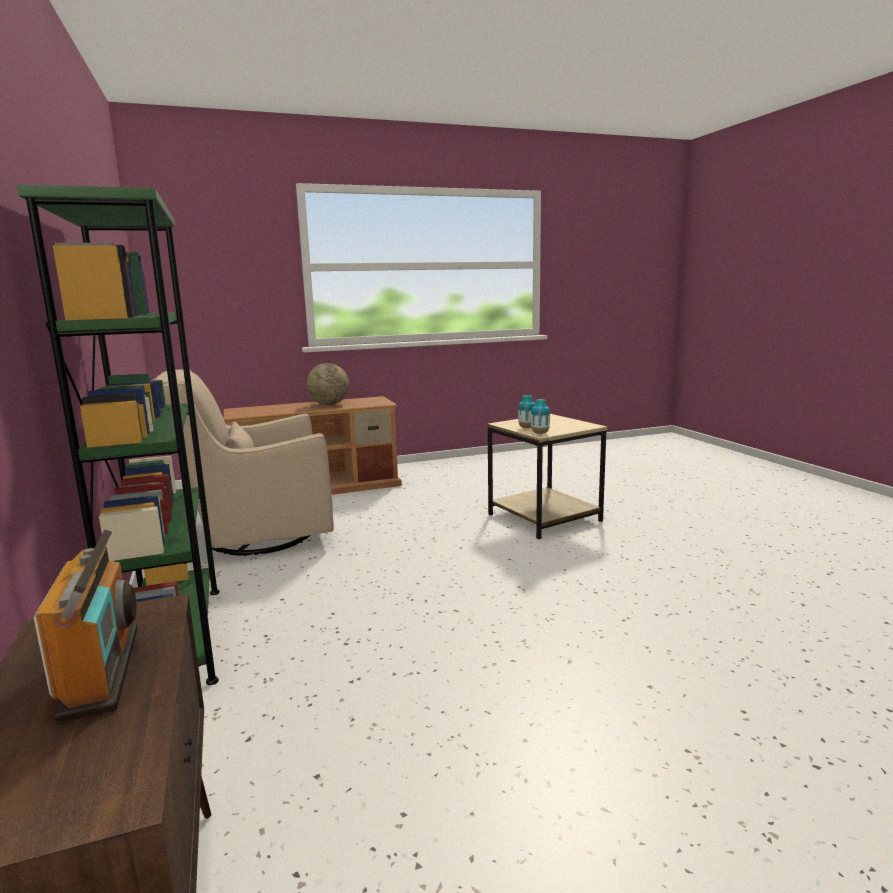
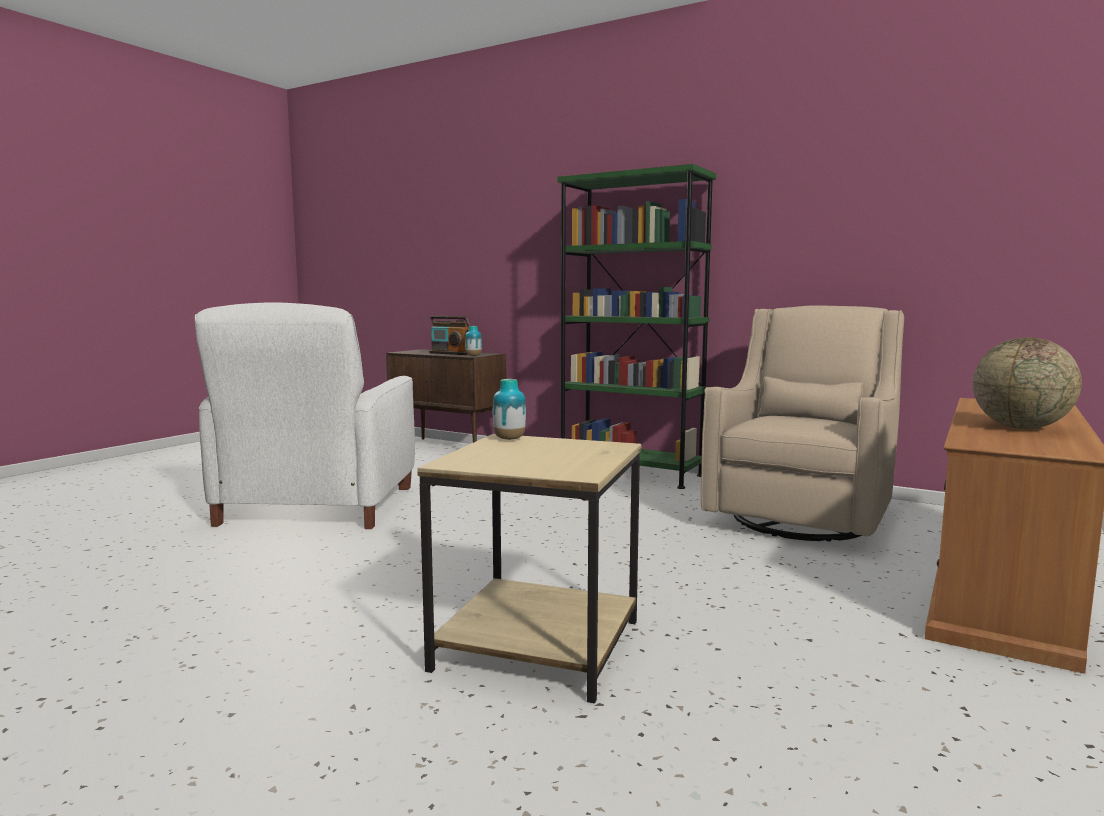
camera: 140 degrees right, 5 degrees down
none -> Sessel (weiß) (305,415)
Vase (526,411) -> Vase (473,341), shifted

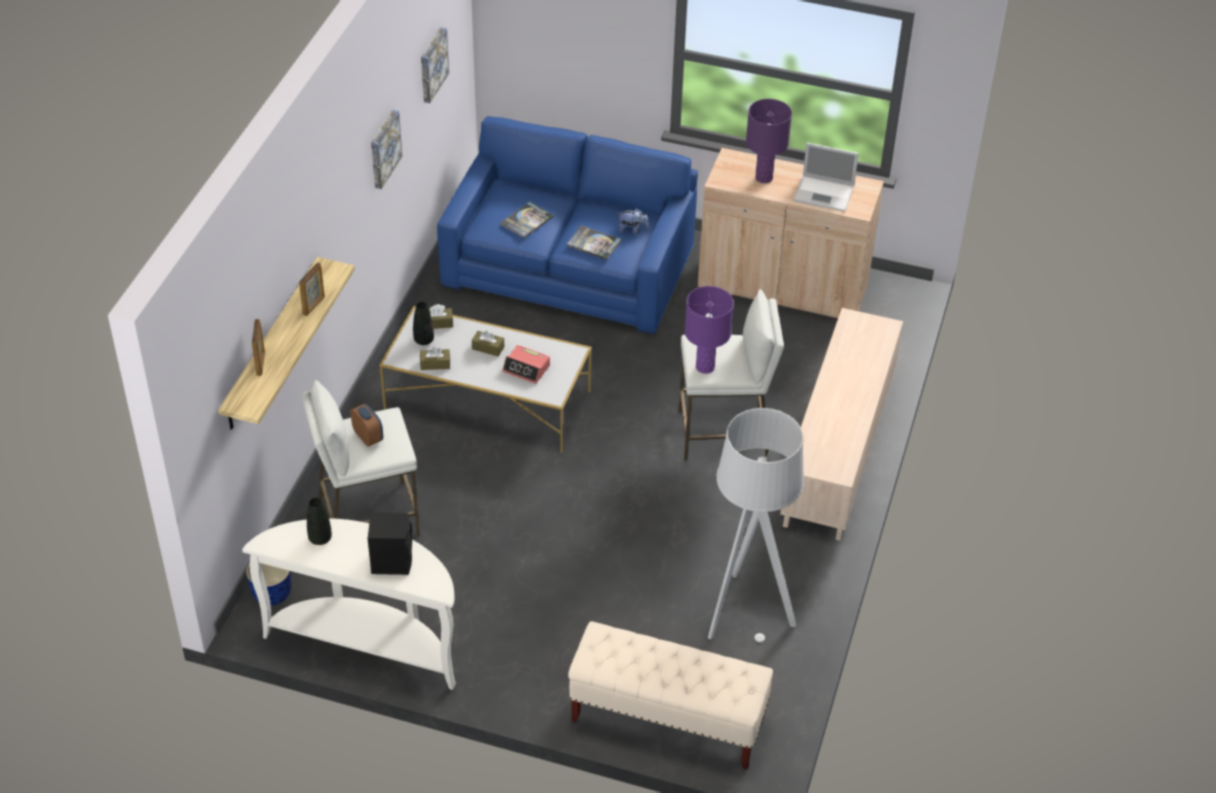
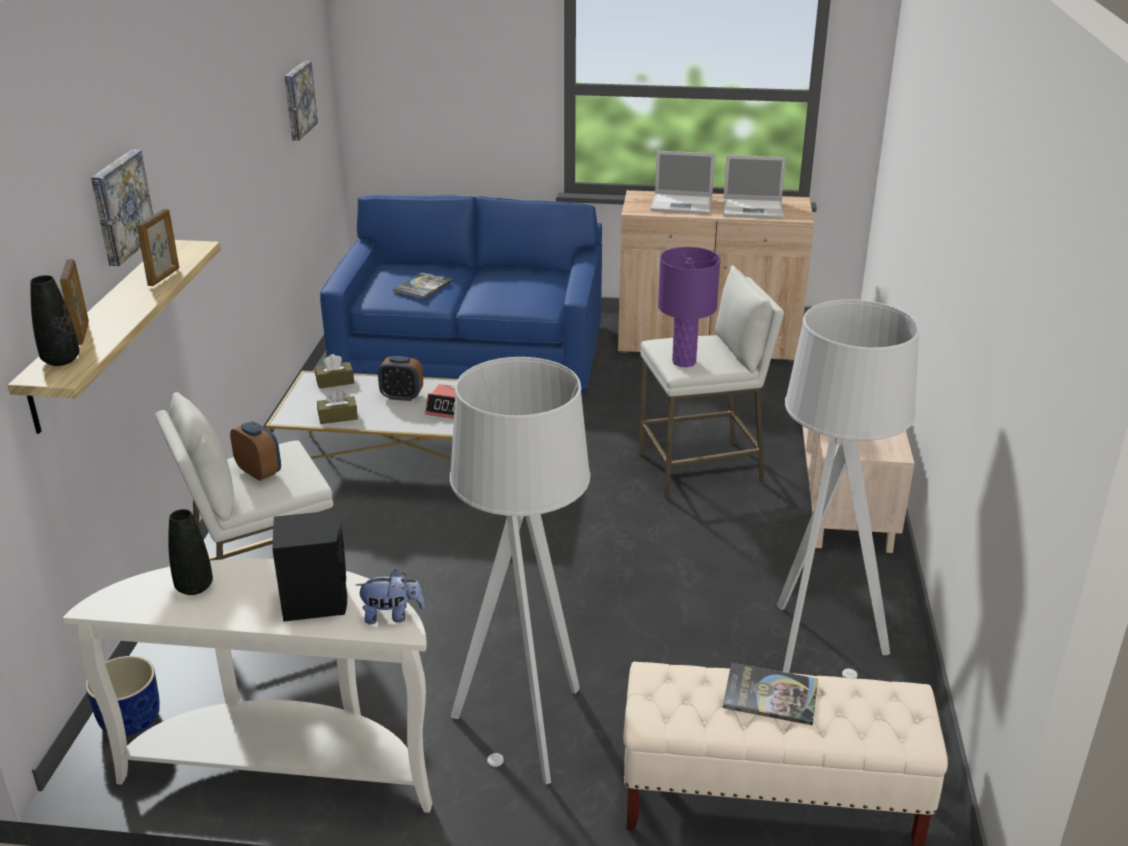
camera: 10 degrees left, 15 degrees down
Vase (schwarz) (423,323) -> Vase (schwarz) (54,320), shifted
Bild (386,149) -> Bild (122,207), shifted
Plüschtier (633,221) -> Plüschtier (390,597), shifted
Taschentuchbox (braun) (488,344) -> Wecker (400,378)
none -> Stehlampe (grau) (520,571)
Tischlampe (lila) (769,141) -> Laptop (682,182)
Buch (593,242) -> Buch (770,694), shifted

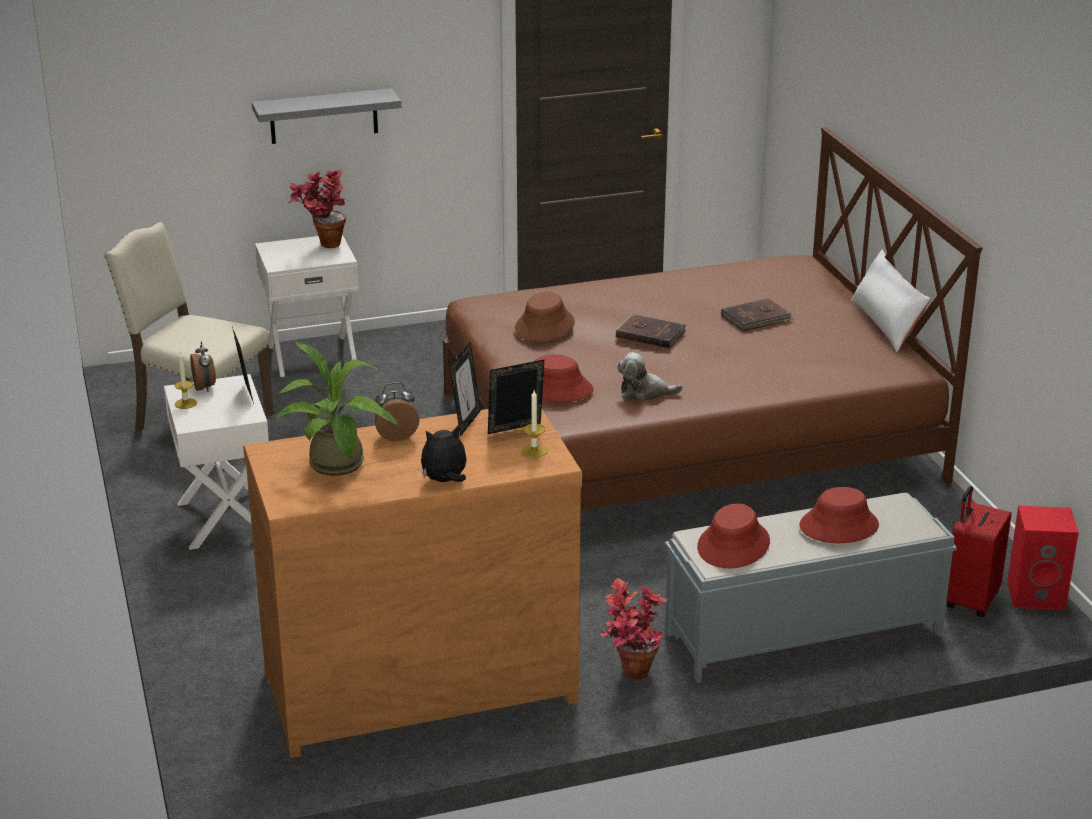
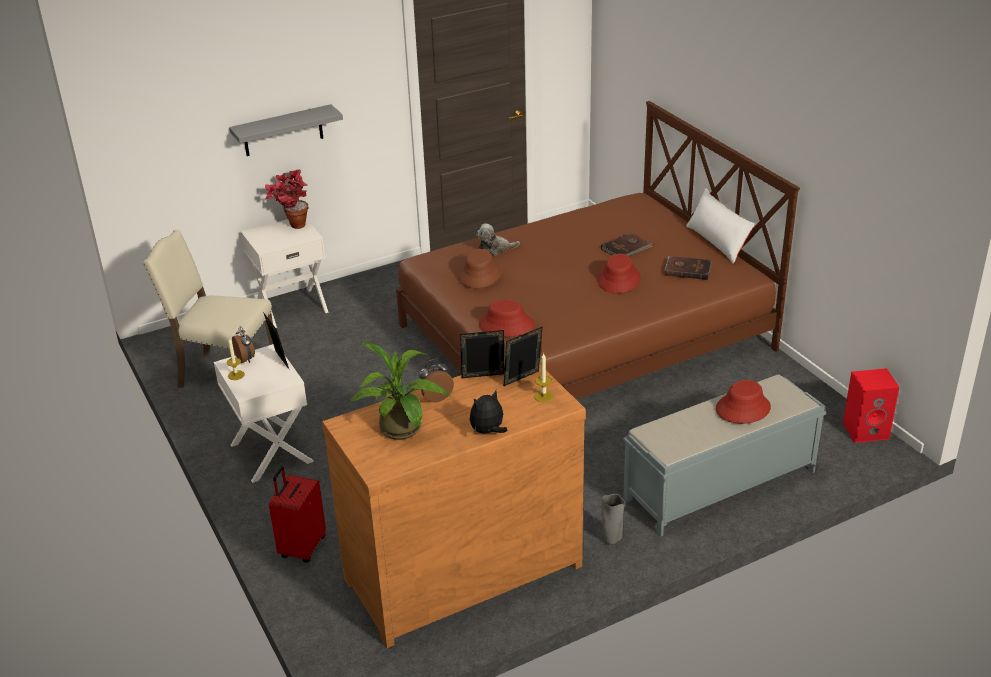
camera: 10 degrees left, 5 degrees up
Koffer (rot) (979,551) -> Koffer (rot) (297,514), shifted
Bilderrahmen (465,389) -> Bilderrahmen (482,354), 105 degrees counterclockwise
Plüschtier (650,377) -> Plüschtier (498,239), shifted
Hut (rot) (733,536) -> Hut (rot) (619,273), shifted
Topfpflanze (634,628) -> Vase (grau) (613,519)
Buch (braun) (651,331) -> Buch (braun) (688,268), shifted

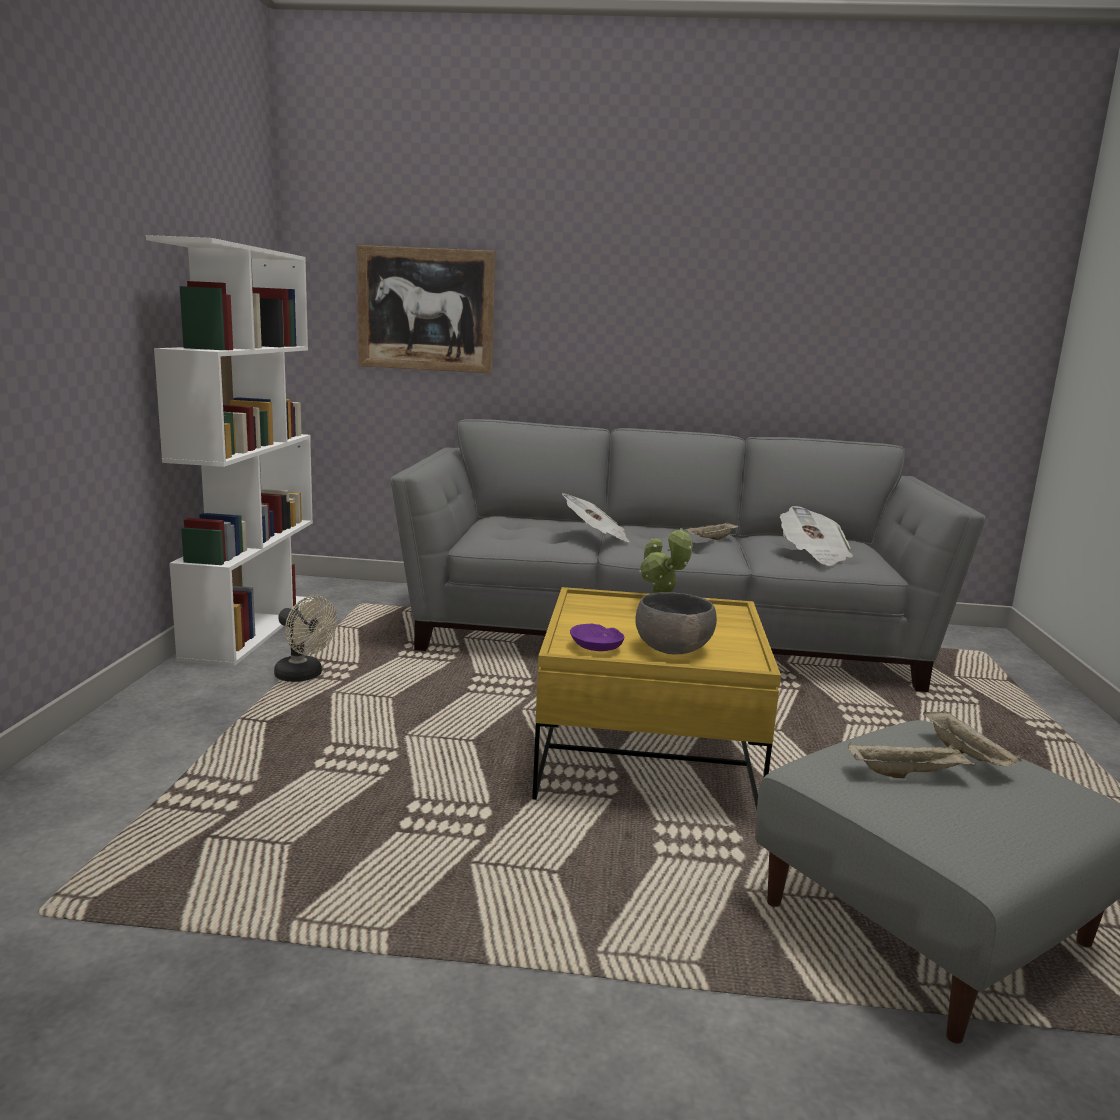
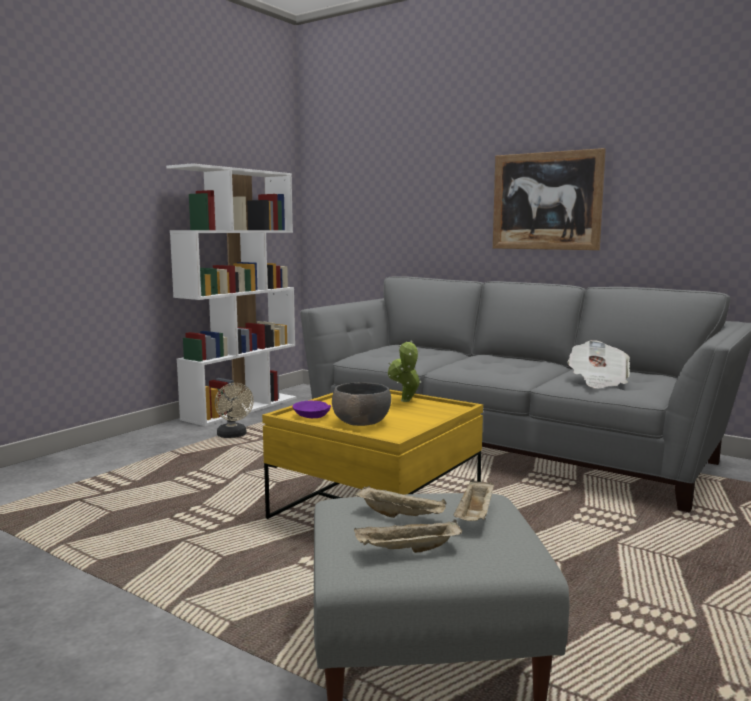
camera: 30 degrees right, 5 degrees down
Tablett (beige) (712,530) -> Tablett (beige) (408,536), shifted
Bild (426,309) -> Bild (549,199), shifted
Zeitung (595,517) -> none

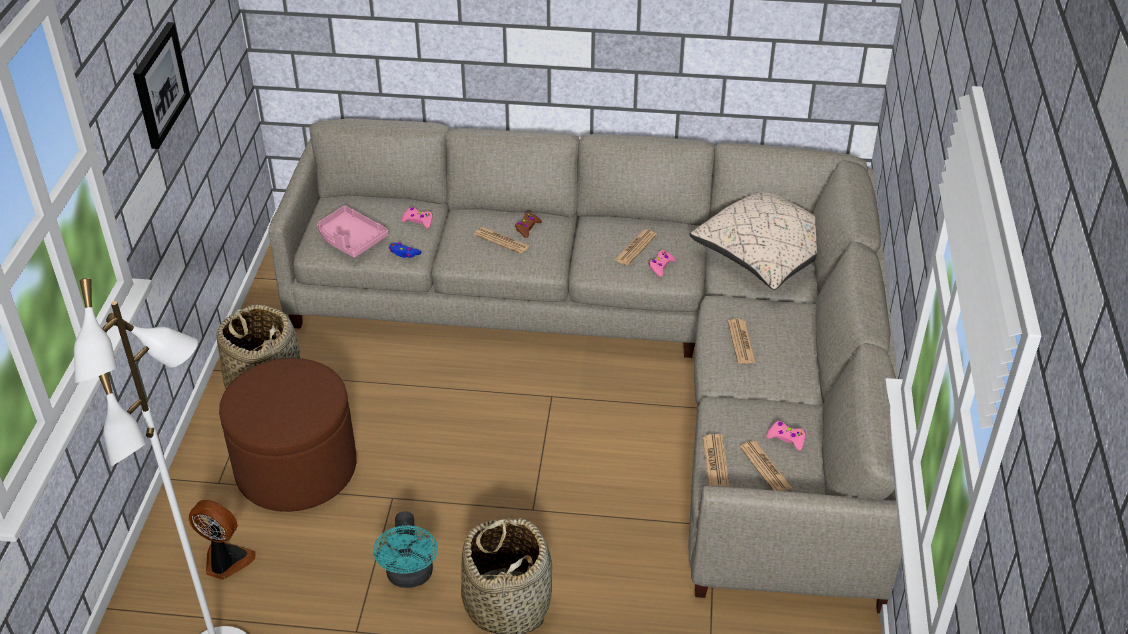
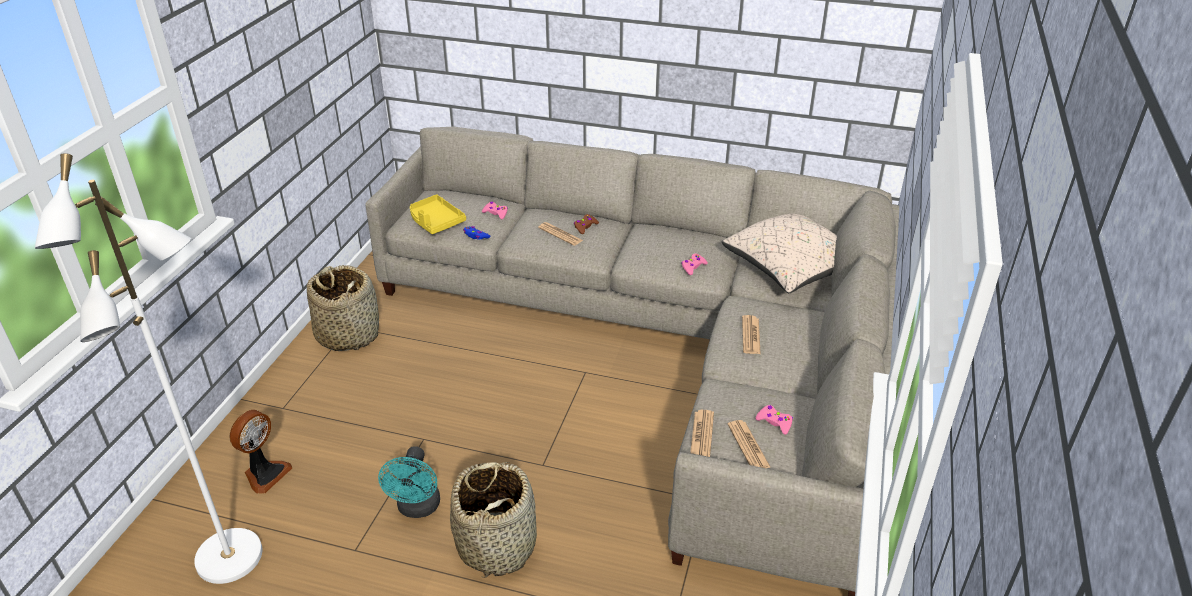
camera: 10 degrees right, 5 degrees down
Ventilator (222,540) -> Ventilator (260,452), 90 degrees clockwise
Tablett (rosa) (352,232) -> Tablett (gelb) (438,214)
Bild (161,85) -> none
Polsterhocker (braun) (287,435) -> none
Zeitung (635,247) -> none

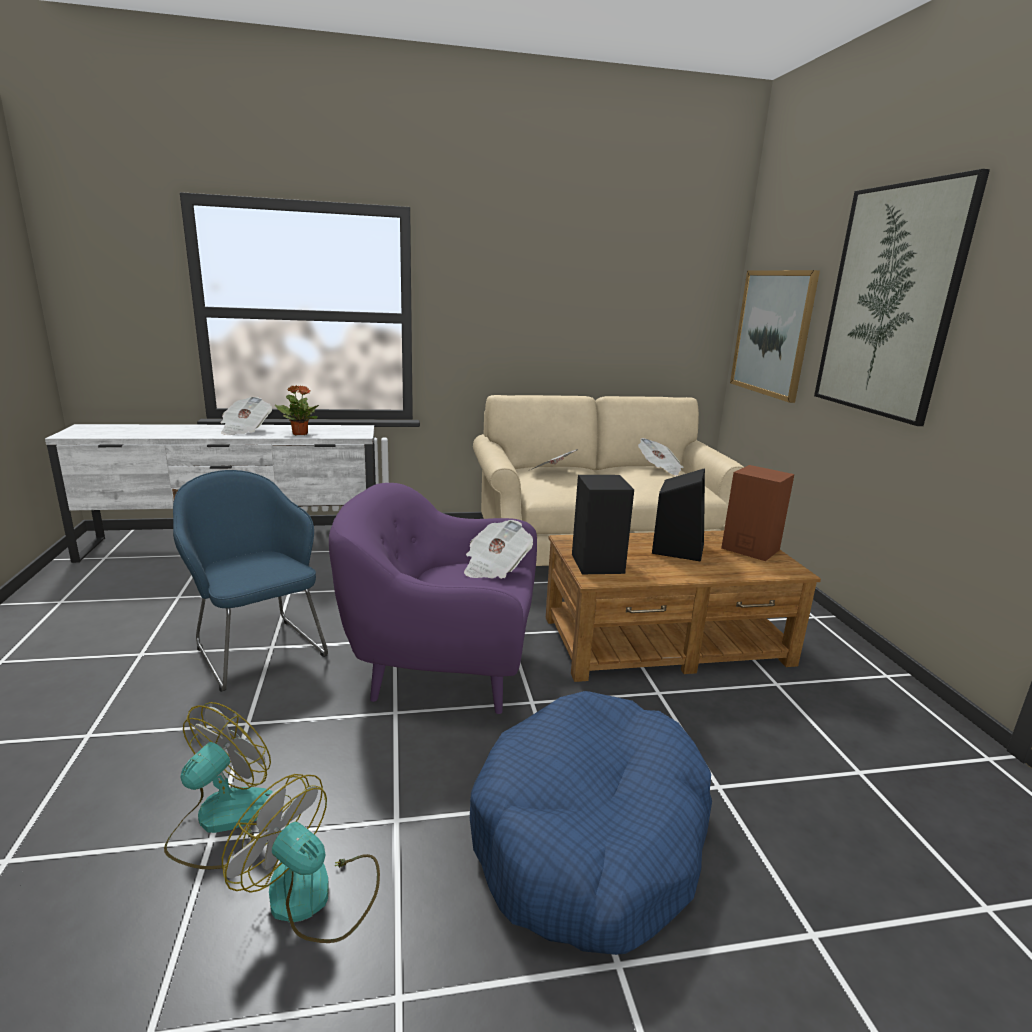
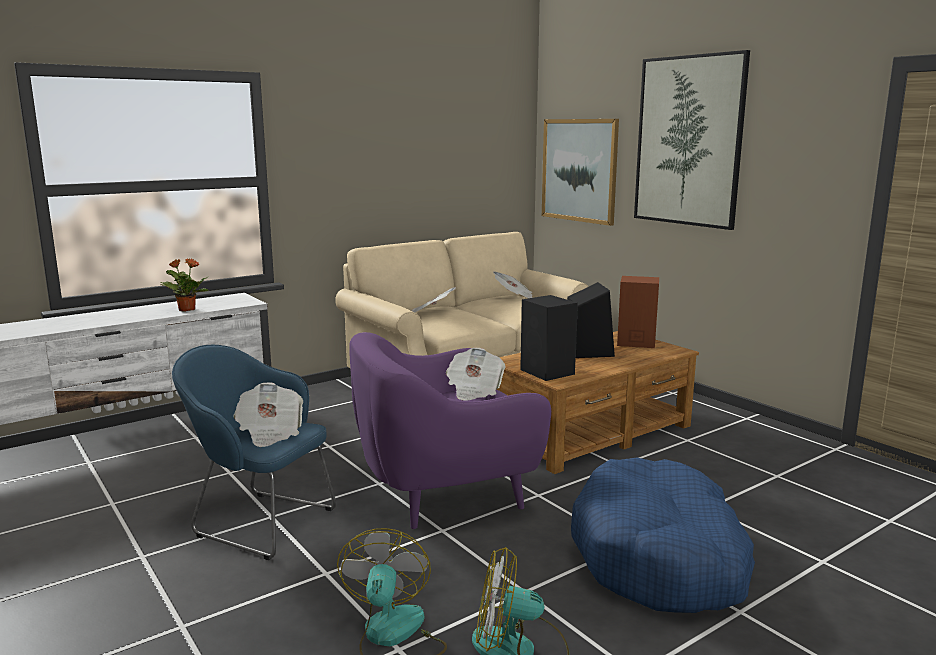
camera: 25 degrees left, 5 degrees down
Zeitung (246,415) -> Zeitung (268,414), shifted

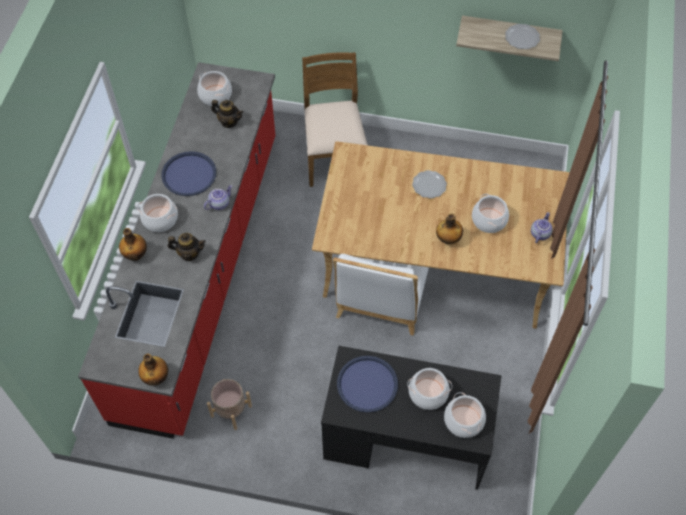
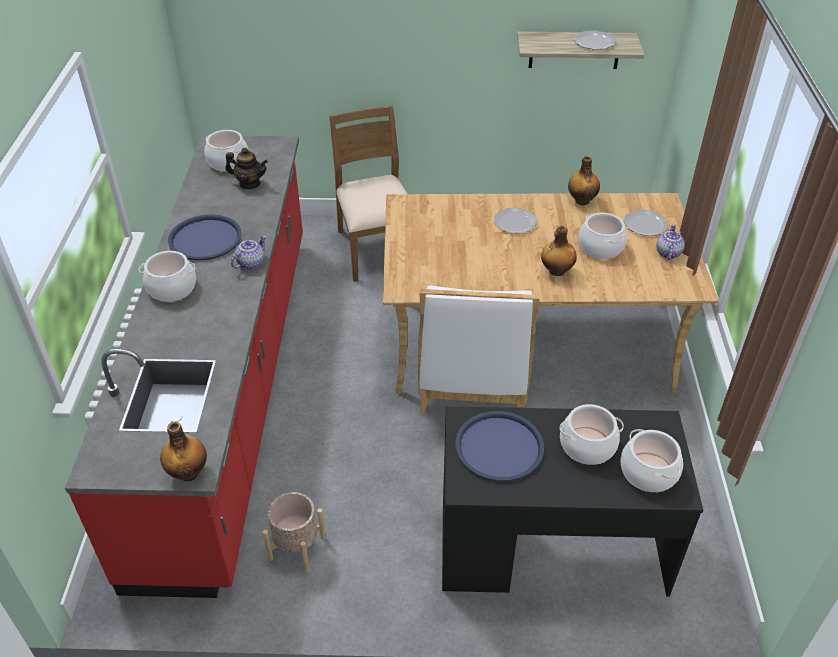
camera: 10 degrees left, 15 degrees down
Flasche (133,244) -> Flasche (584,180), shifted
none -> Teller (645,223)
Teekanne (187,247) -> none

